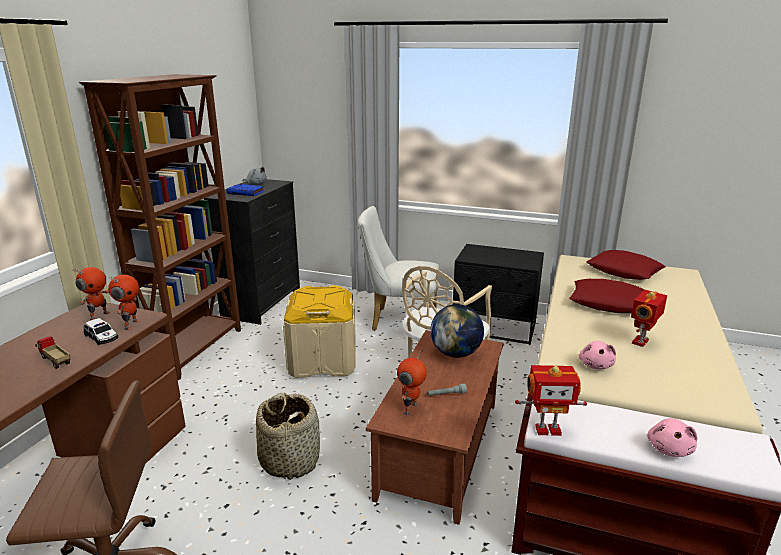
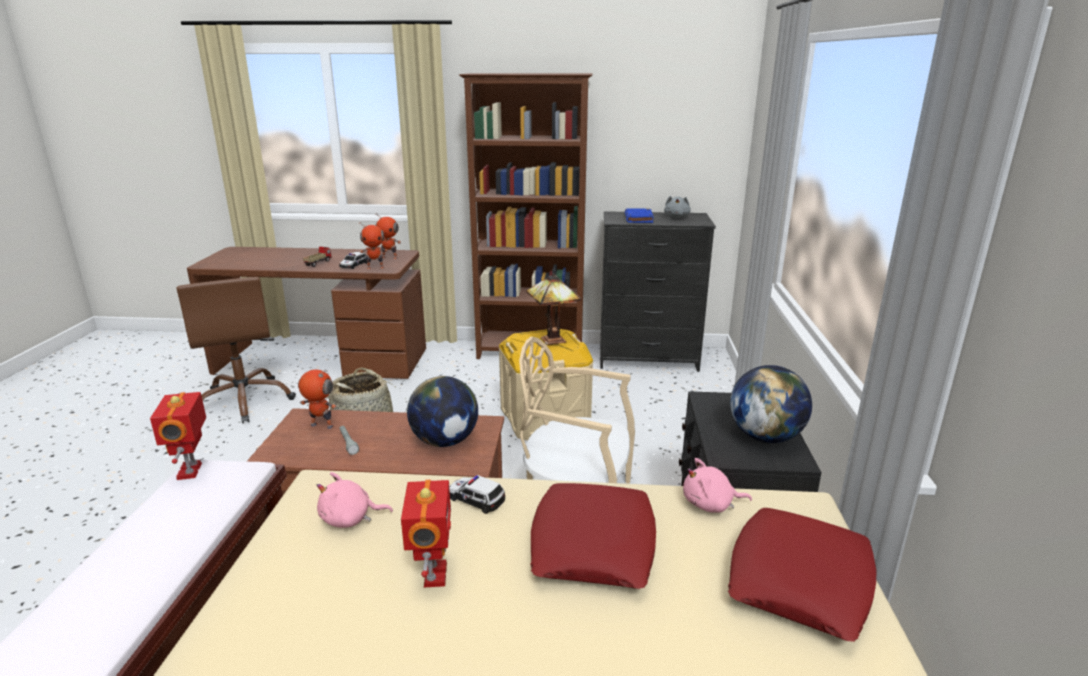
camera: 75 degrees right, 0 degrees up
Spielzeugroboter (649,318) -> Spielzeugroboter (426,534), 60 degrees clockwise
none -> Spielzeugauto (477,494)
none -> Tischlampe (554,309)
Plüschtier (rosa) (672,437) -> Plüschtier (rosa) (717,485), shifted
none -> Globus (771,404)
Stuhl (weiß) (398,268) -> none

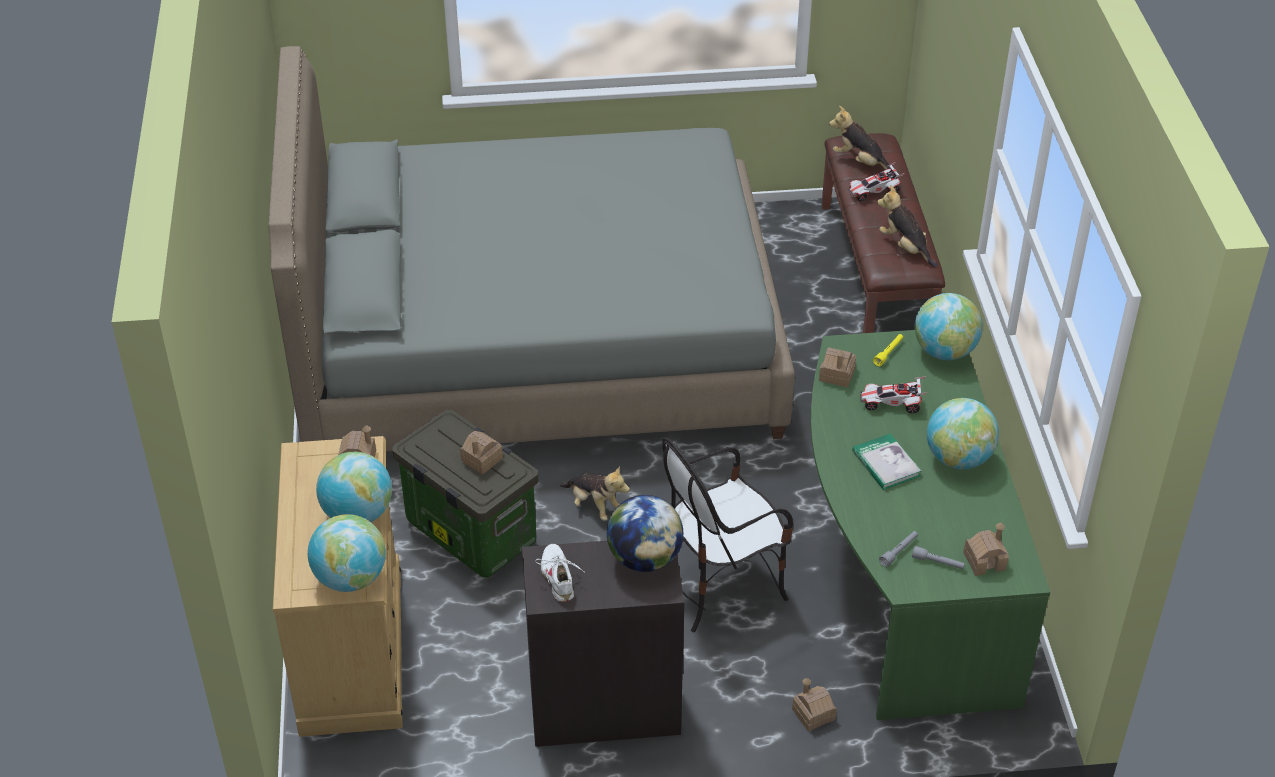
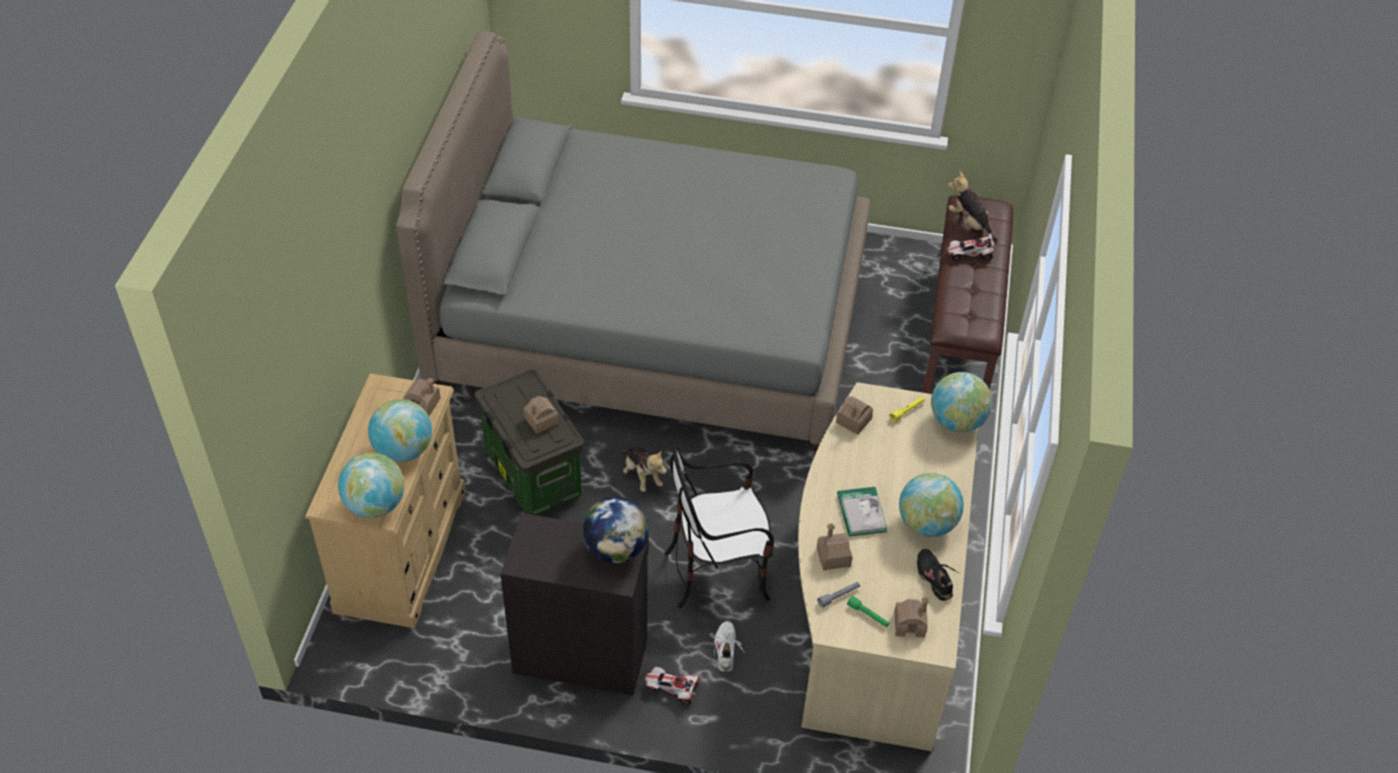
camera: 15 degrees right, 5 degrees up
Spielzeugauto (893,395) -> Spielzeugauto (673,686), shifted
Schuh (weiß) (560,573) -> Schuh (weiß) (727,646), shifted
Schreibtisch (grün) (930,525) -> Schreibtisch (beige) (888,566)
Spielzeughaus (814,705) -> Spielzeughaus (834,547), shifted
Taschenlampe (grau) (938,557) -> Taschenlampe (grün) (868,612)
none -> Schuh (schwarz) (938,575)
Plüschtier (907,226) -> none

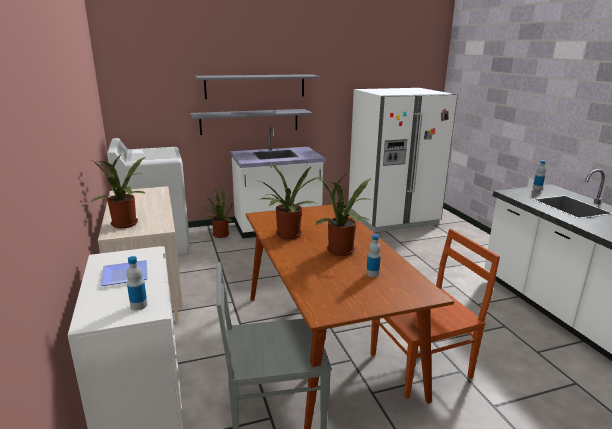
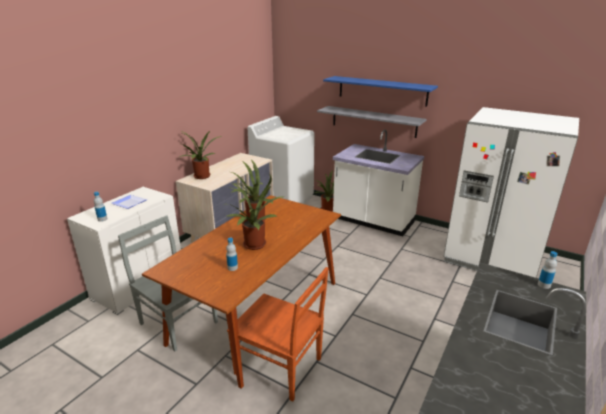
camera: 50 degrees right, 5 degrees up
Wandregal (grau) (257,86) -> Wandregal (blau) (380,91)

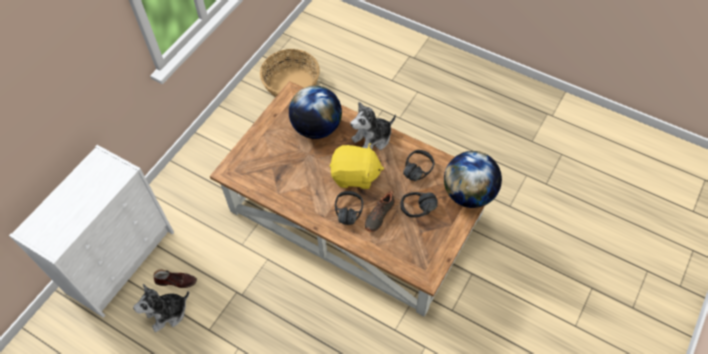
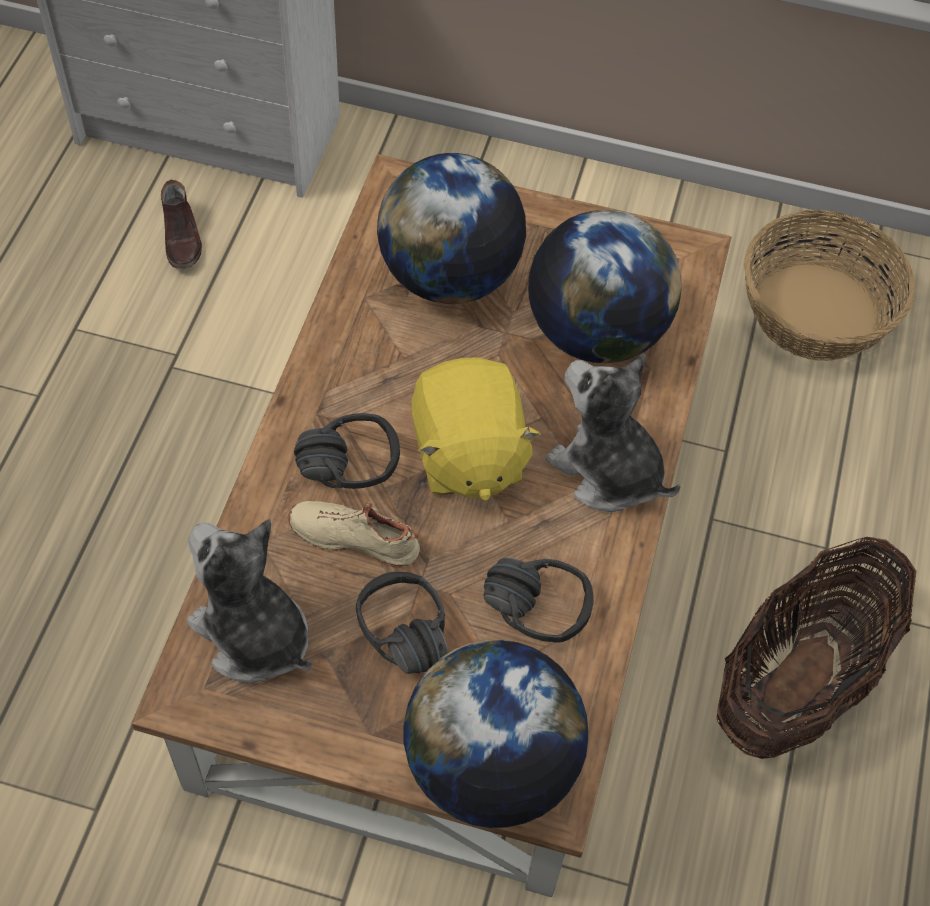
camera: 70 degrees right, 0 degrees up
Plüschtier (161,308) -> Plüschtier (249,601), shifted
Schuh (schwarz) (380,211) -> Schuh (beige) (354,534)
none -> Globus (451,228)
none -> Korb (816,648)

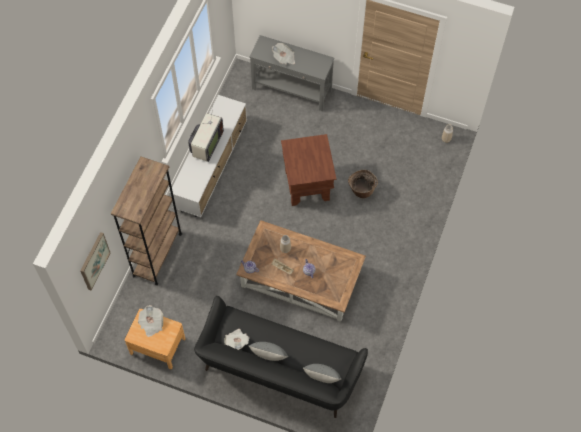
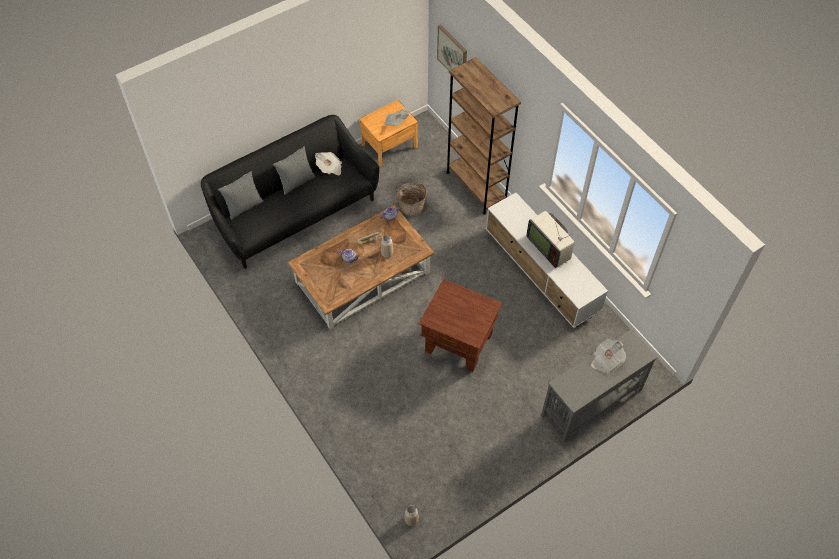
camera: 125 degrees right, 5 degrees down
Korb (363,184) -> Korb (412,199), shifted

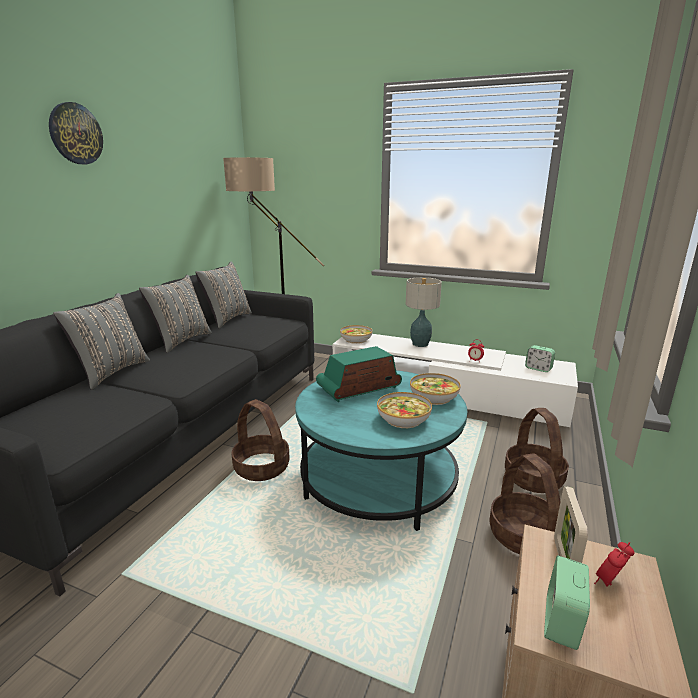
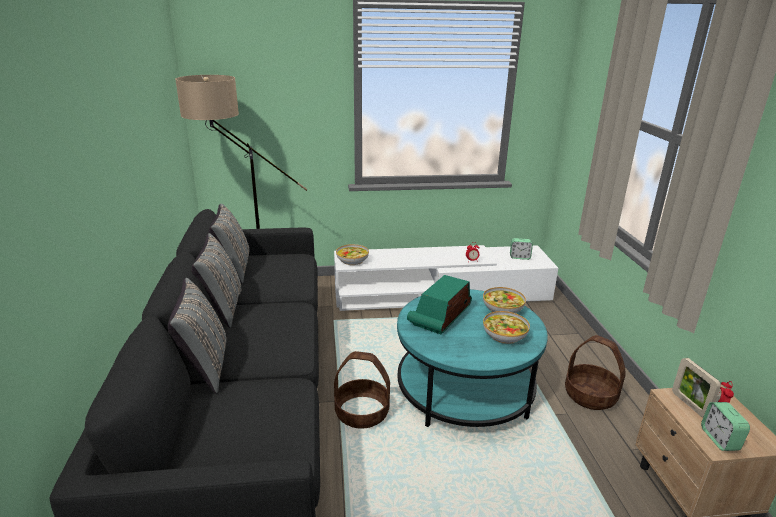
camera: 30 degrees left, 5 degrees up
Wanduhr (76,133) -> none
Tischlampe (424,312) -> none
Korb (537,450) -> none

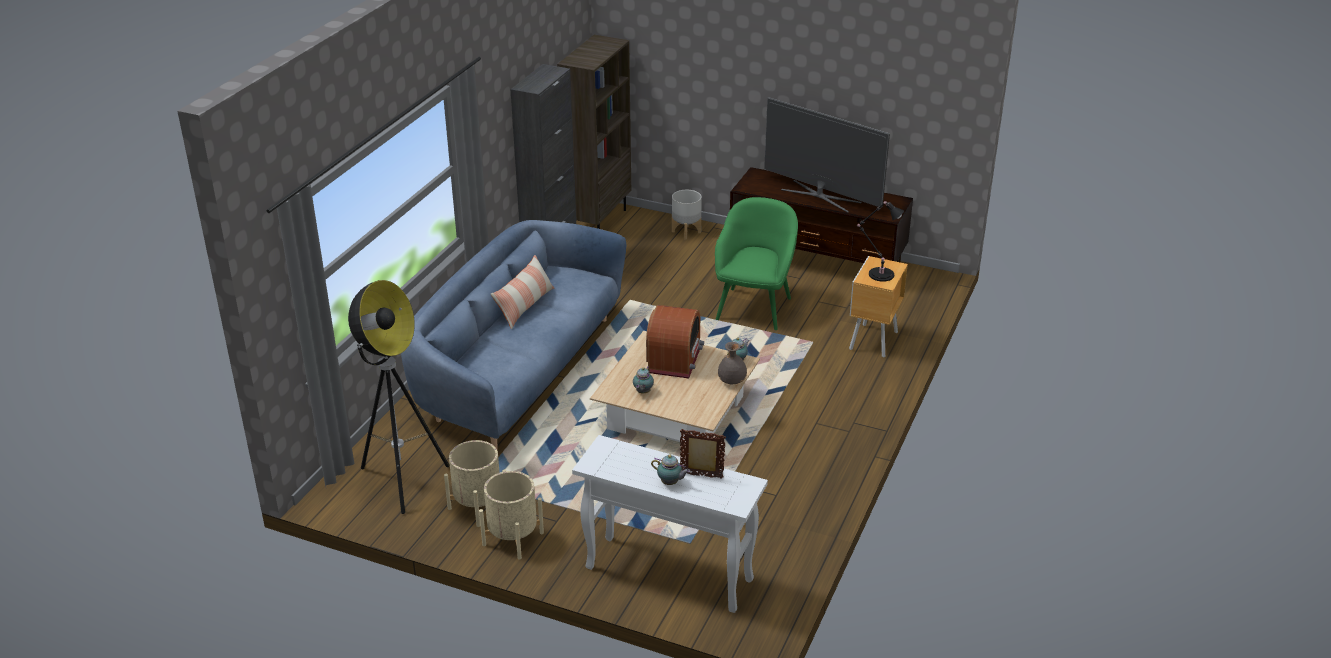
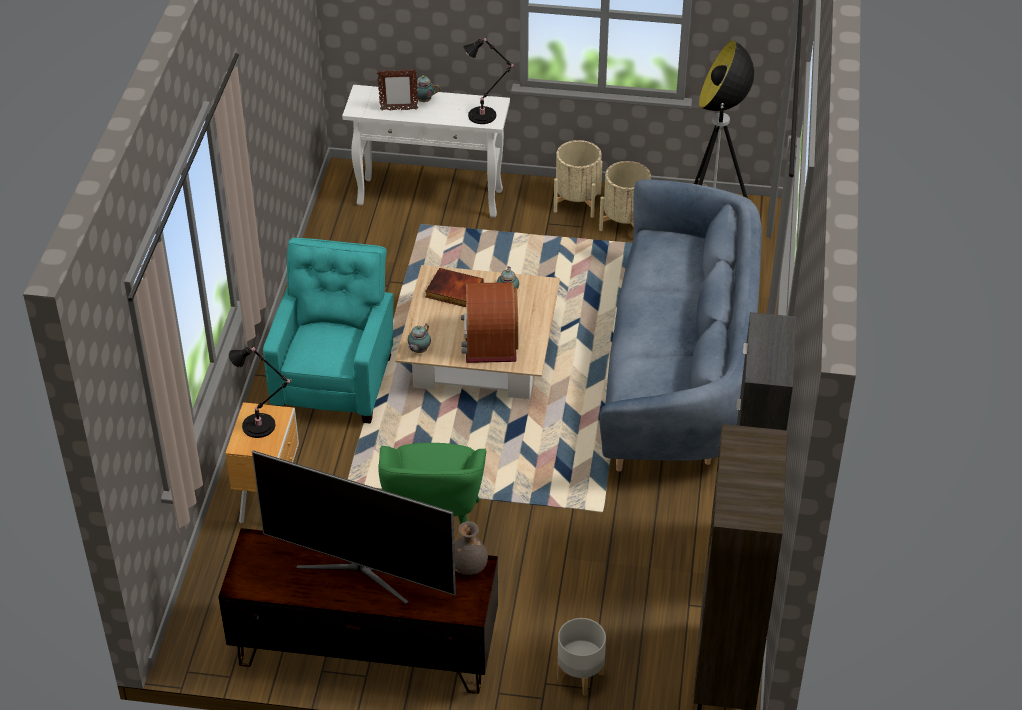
camera: 165 degrees right, 10 degrees up
none -> Sessel (türkis) (328,331)
none -> Buch (454,287)
Vase (grau) (732,363) -> Vase (grau) (471,548), shifted
none -> Tischlampe (schwarz) (489,80)
Kissen (522,292) -> none

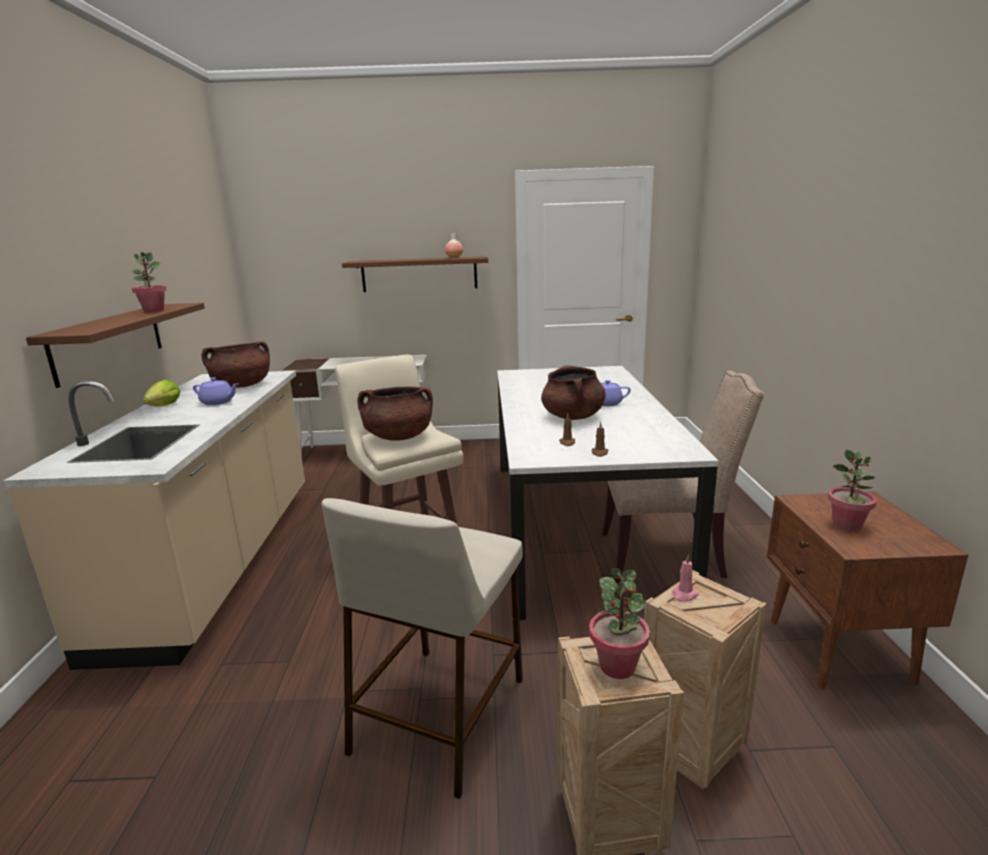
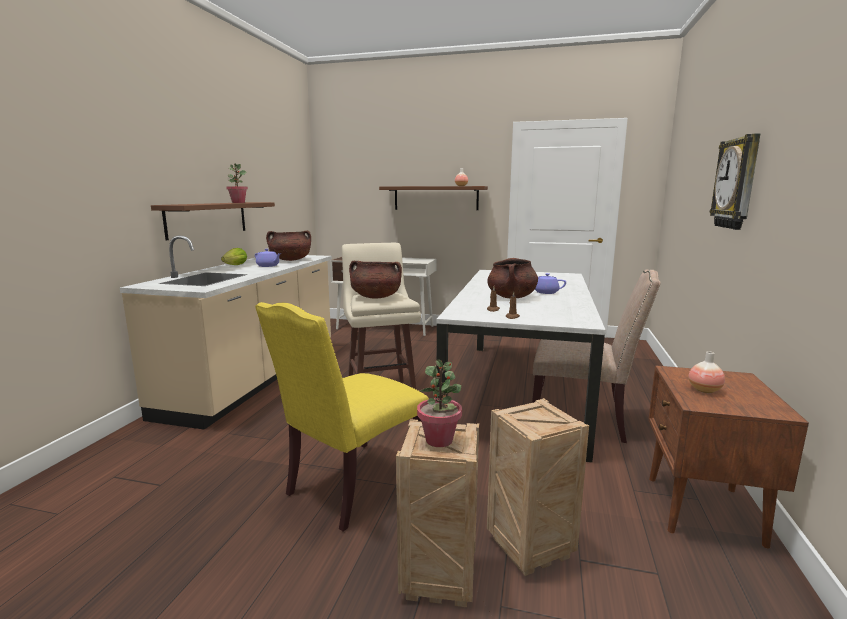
camera: 15 degrees right, 5 degrees down
Hocker (beige) (422,648) -> Stuhl (gelb) (342,416)
Topfpflanze (852,490) -> Vase (707,372)
none -> Wanduhr (734,181)
Kerze (rosa) (685,578) -> none

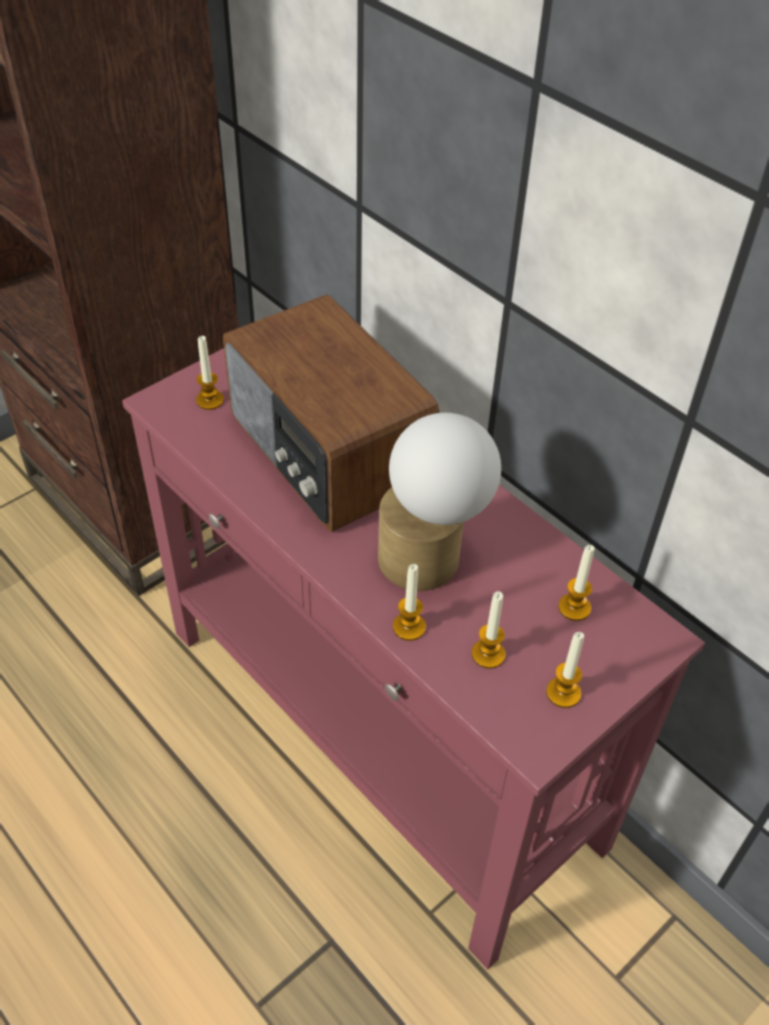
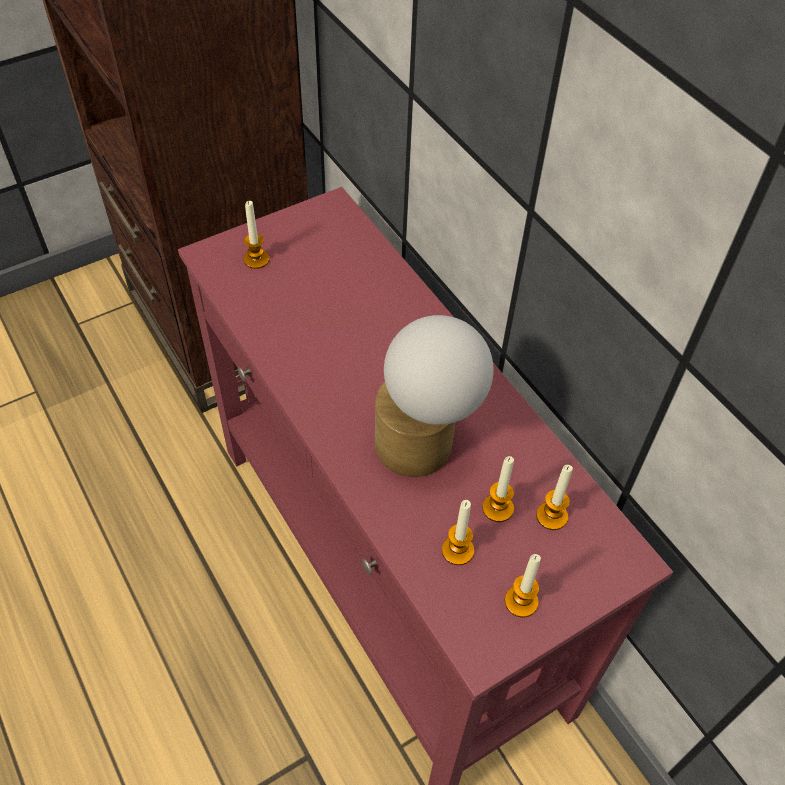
camera: 10 degrees right, 5 degrees up
Kerze (409,602) -> Kerze (498,489), shifted
Radio (331,413) -> none

